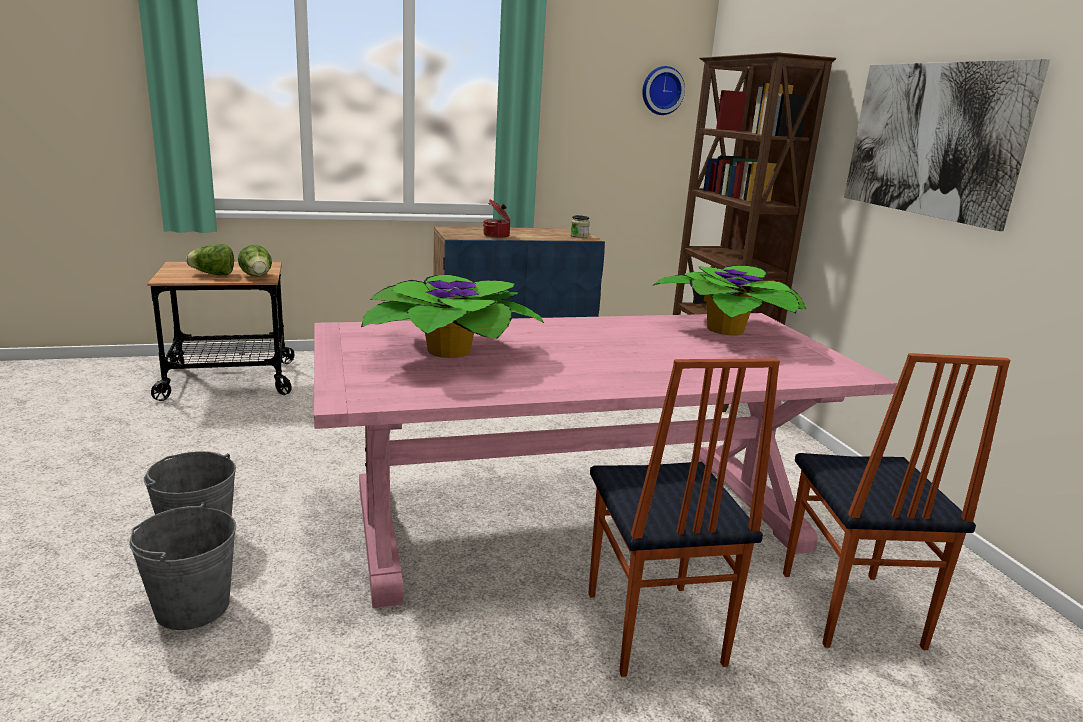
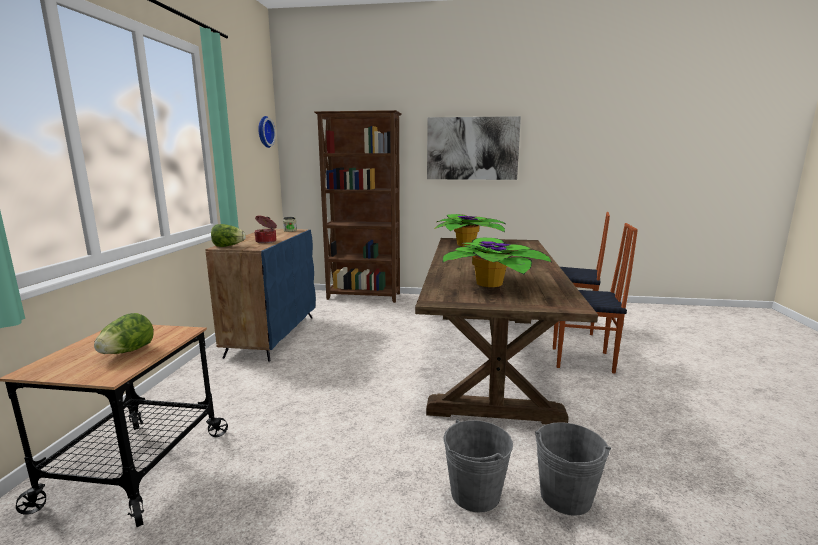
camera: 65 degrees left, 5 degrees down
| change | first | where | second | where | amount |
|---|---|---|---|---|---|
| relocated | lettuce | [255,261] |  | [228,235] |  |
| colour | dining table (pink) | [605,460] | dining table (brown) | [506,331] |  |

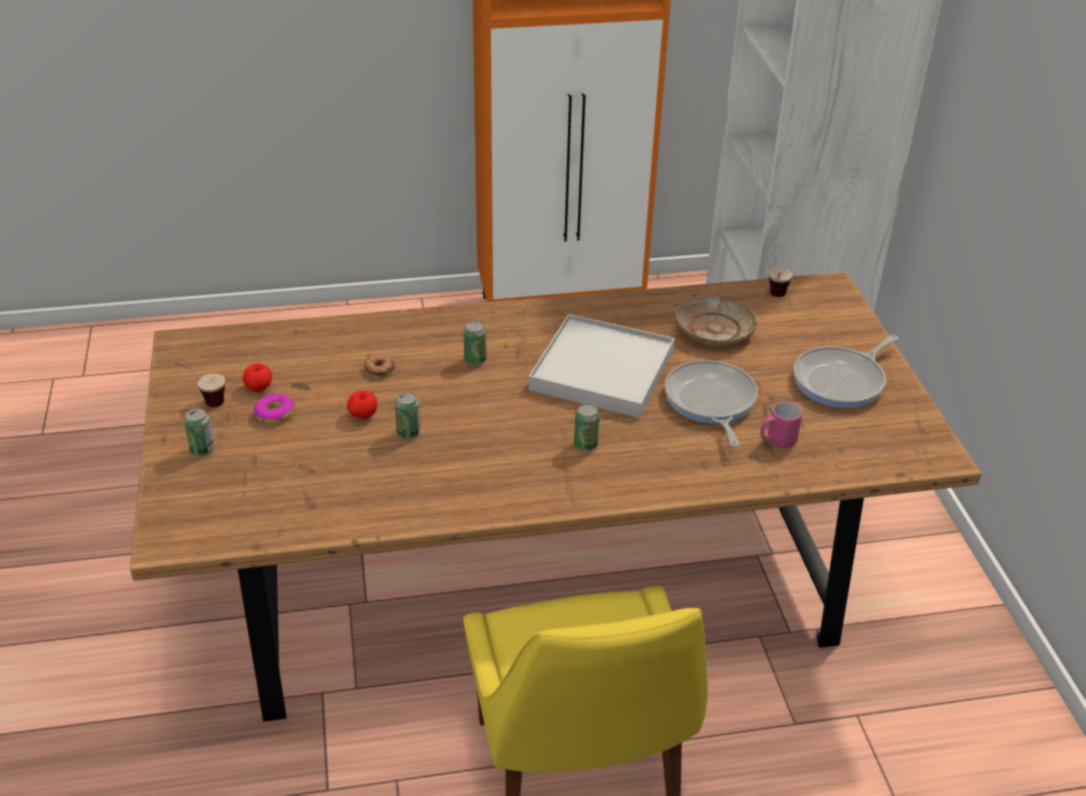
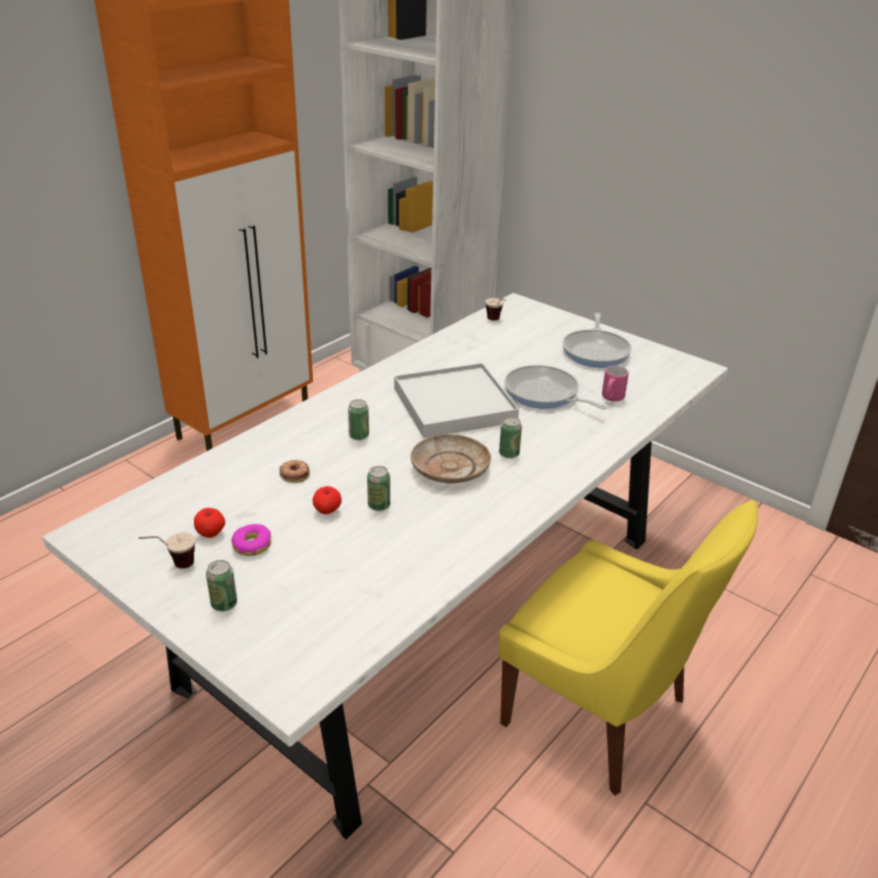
camera: 40 degrees left, 5 degrees down
| change | first | where | second | where | amount |
|---|---|---|---|---|---|
| colour | dining table (brown) | [555,497] | dining table (white) | [385,566] |  |
| relocated | plate (beige) | [716,320] |  | [451,458] |  |

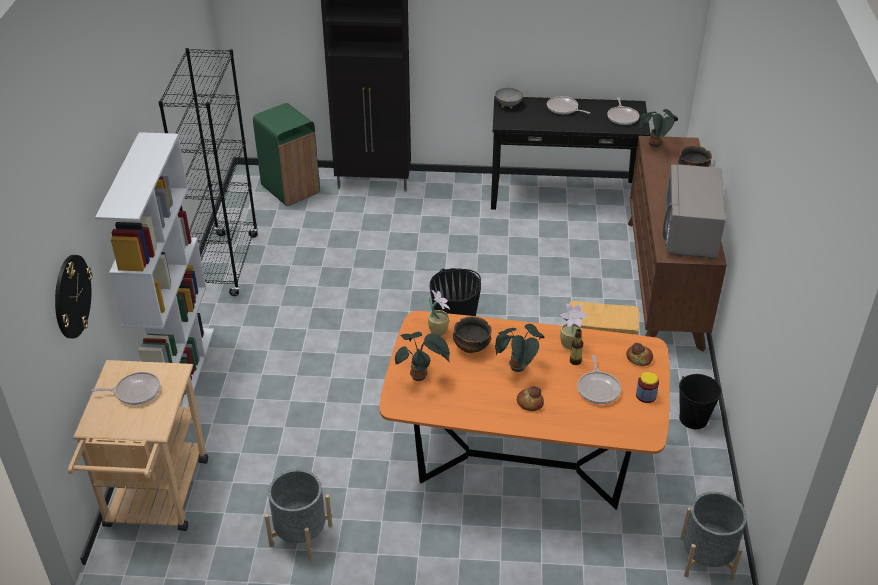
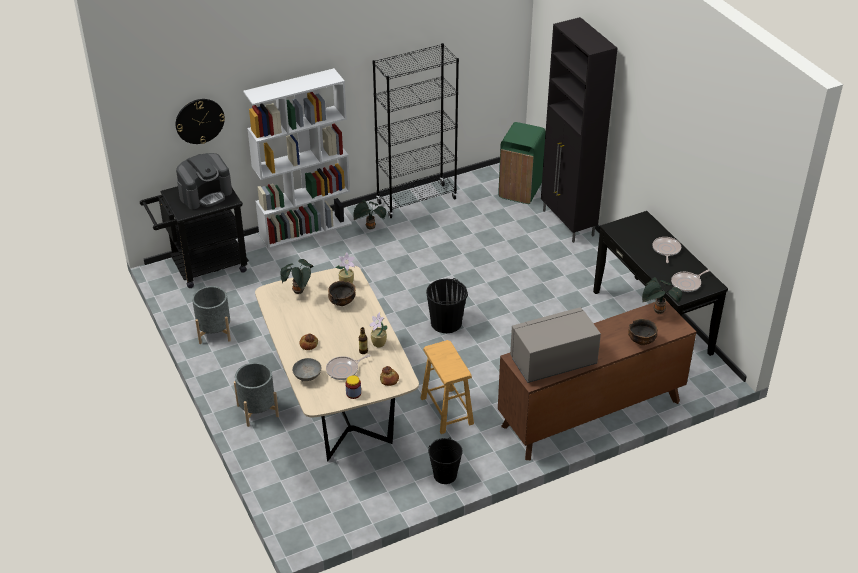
camera: 60 degrees right, 0 degrees up
| change | first | where | second | where | amount |
|---|---|---|---|---|---|
| colour | cart (beige) | [138,445] | cart (black) | [194,237] |  |
| exchanged | frying pan | [126,388] | coffee machine | [204,181] |  |
| relocated | planter (grey) | [713,536] |  | [256,395] |  |
| colour | dining table (orange) | [525,410] | dining table (beige) | [337,363] |  |
| relocated | bowl (grey) | [509,98] |  | [306,369] |  |
| relocated | potted plant | [519,348] |  | [369,214] |  |

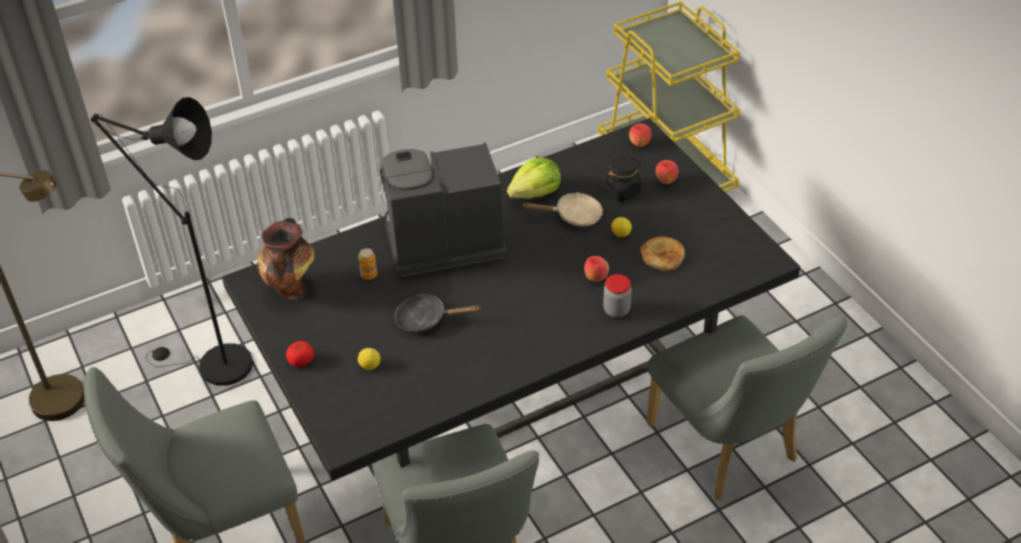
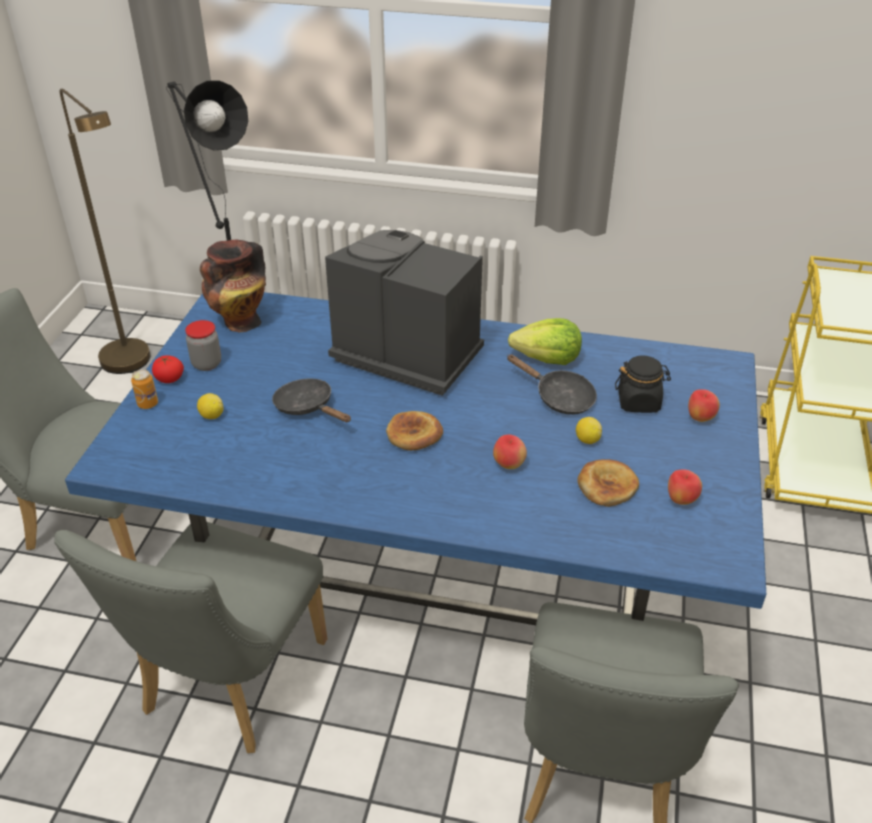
camera: 40 degrees right, 5 degrees down
| change | first | where | second | where | amount |
|---|---|---|---|---|---|
| colour | dining table (black) | [511,299] | dining table (blue) | [415,458] |  |
| relocated | can | [367,264] |  | [144,389] |  |
| relocated | jar | [617,296] |  | [203,345] |  |
| appeared |  |  | bread | [414,431] |  |
| colour | frying pan (beige) | [563,209] | frying pan (black) | [552,384] |  |
| relocated | apple | [640,135] |  | [685,487] |  |

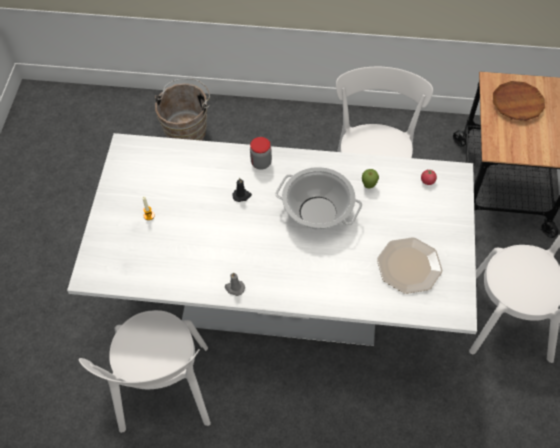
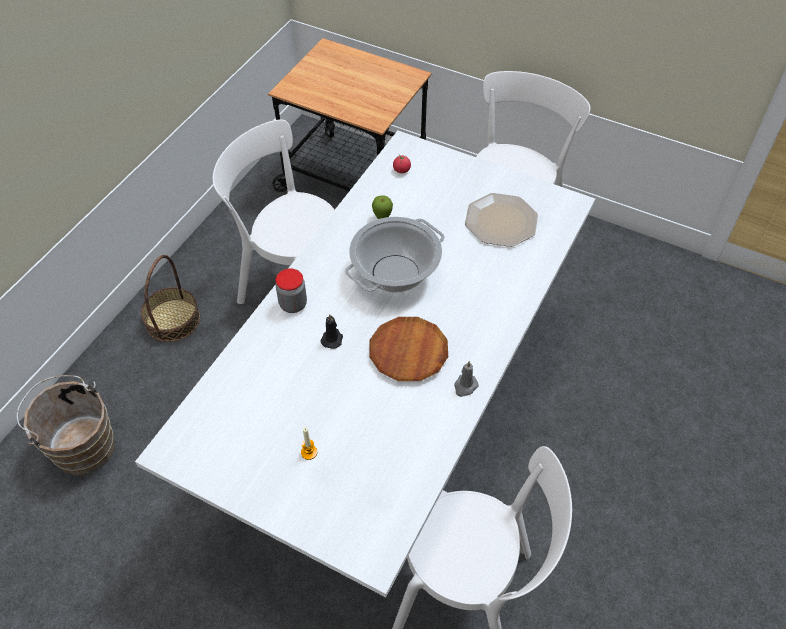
camera: 70 degrees left, 5 degrees down
| change | first | where | second | where | amount |
|---|---|---|---|---|---|
| appeared |  |  | basket | [170,298] |  |
| relocated | plate (brown) | [519,101] |  | [408,349] |  |

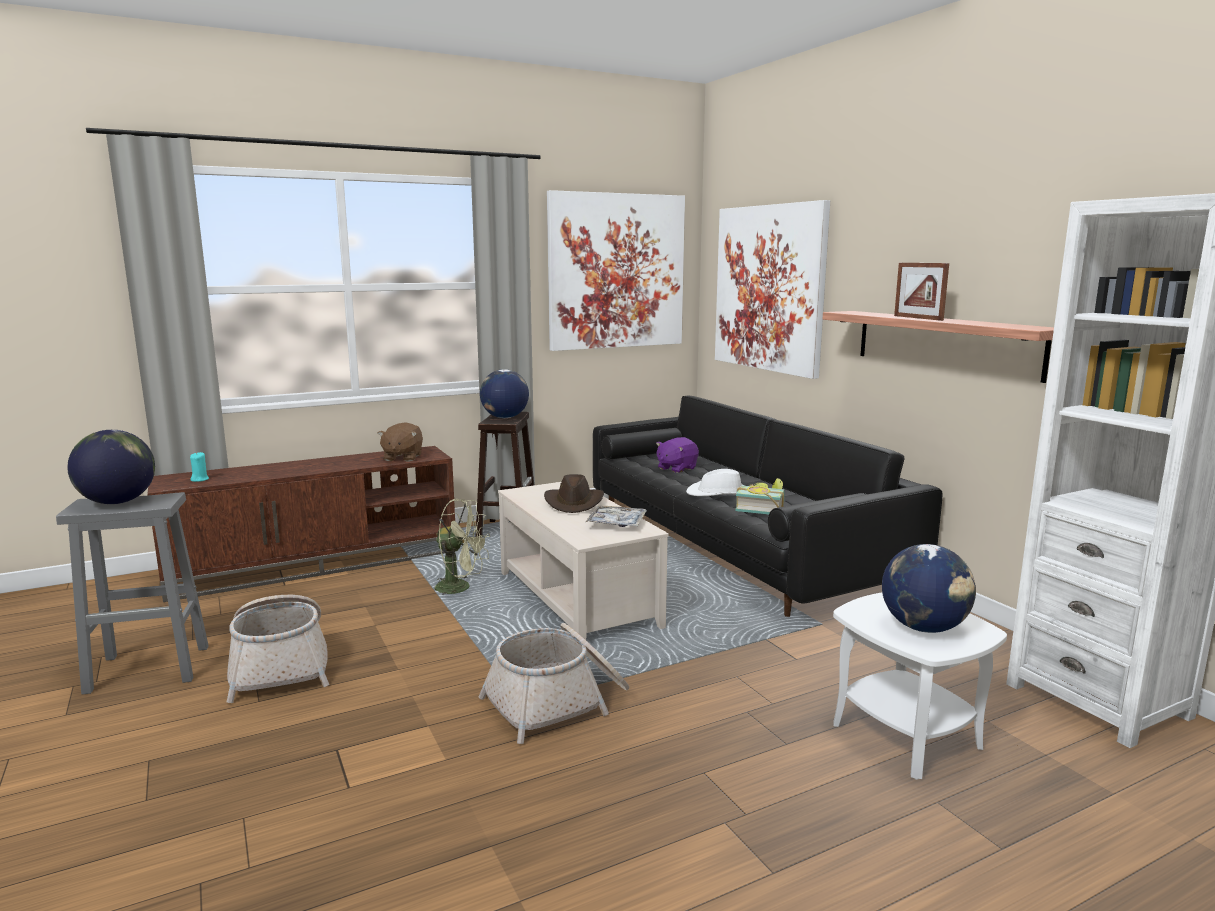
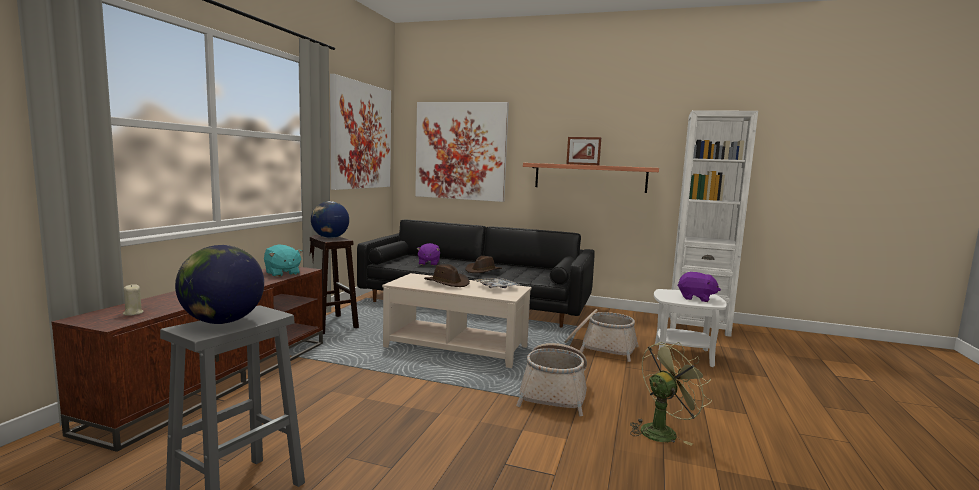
camera: 45 degrees left, 5 degrees down
| change | first | where | second | where | amount |
|---|---|---|---|---|---|
| colour | candle (turquoise) | [199,467] | candle (beige) | [133,300] |  |
| colour | plush toy (brown) | [400,441] | plush toy (turquoise) | [283,261] |  |
| colour | hat (white) | [715,482] | hat (brown) | [483,264] |  |
| relocated | basket | [278,649] |  | [602,335] |  |
| relocated | fan (green) | [462,547] |  | [671,394] |  |
| exchanged | globe | [929,588] | plush toy (purple) | [699,287] |  |
| missing | book | [760,496] |  |  |  |

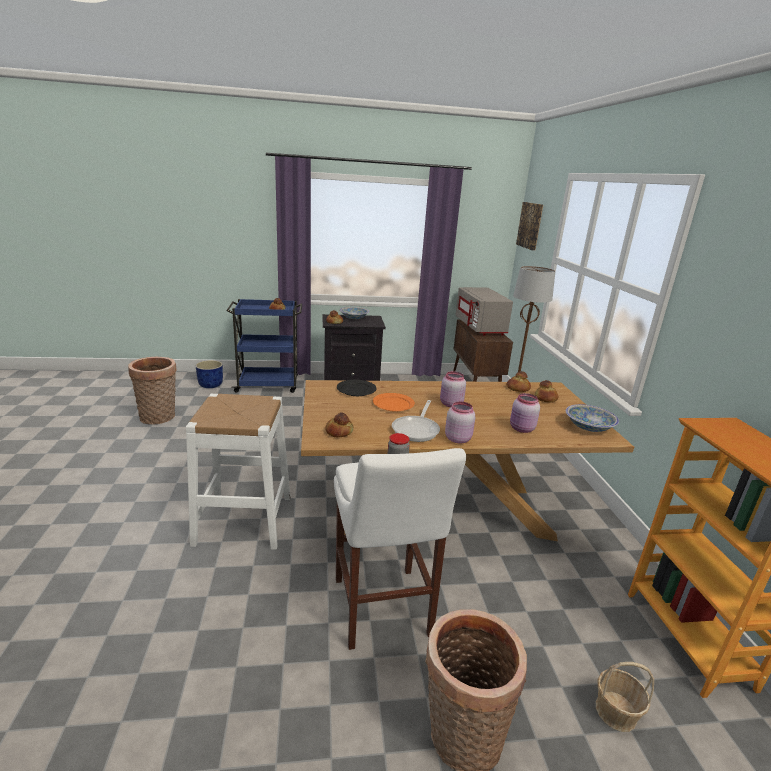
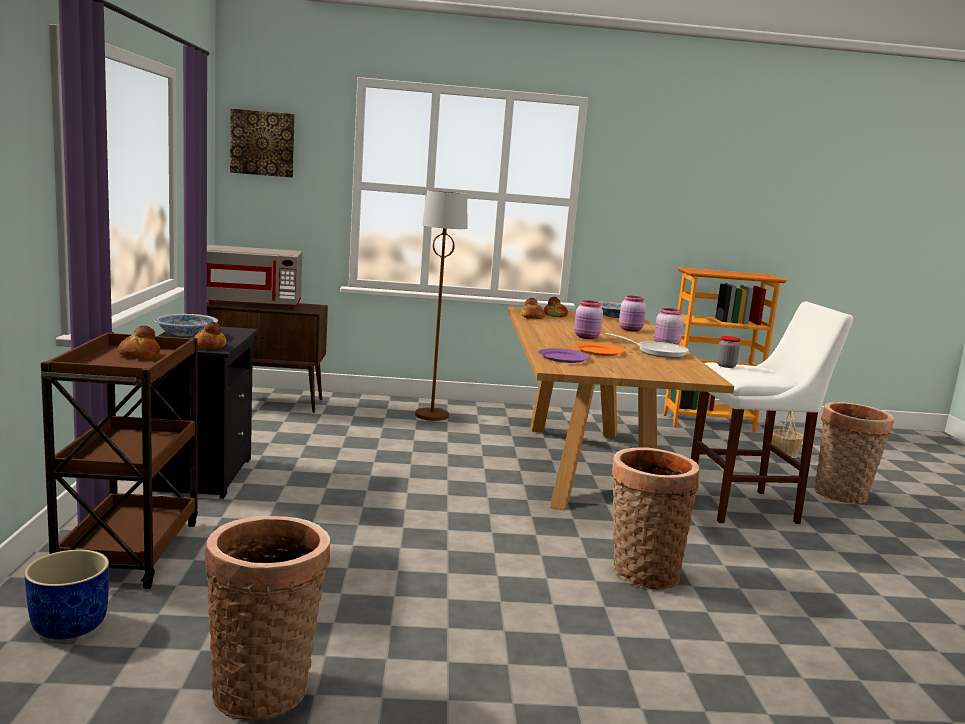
camera: 85 degrees left, 10 degrees down
| change | first | where | second | where | amount |
|---|---|---|---|---|---|
| colour | cart (blue) | [264,346] | cart (brown) | [119,460] |  |
| colour | plate (black) | [357,388] | plate (purple) | [564,355] |  |
| exchanged | stool (white) | [238,472] | basket | [656,518] |  |
| missing | bread | [339,425] |  |  |  |

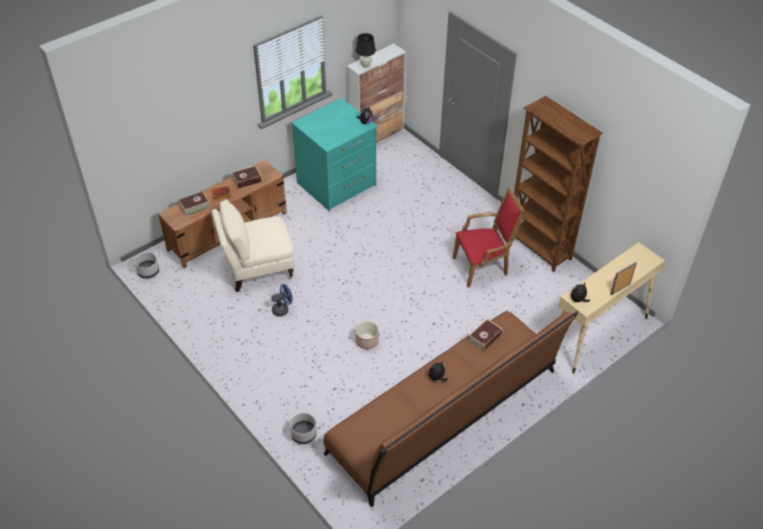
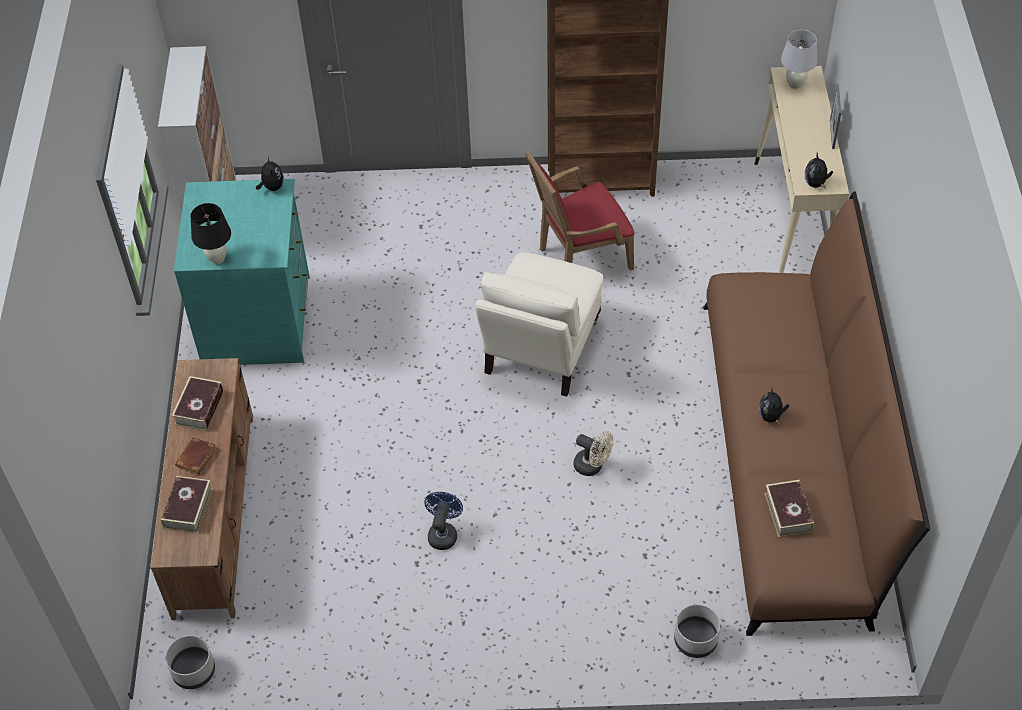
camera: 50 degrees left, 5 degrees up
| change | first | where | second | where | amount |
|---|---|---|---|---|---|
| relocated | table lamp (black) | [366,50] |  | [210,233] |  |
| relocated | armchair (beige) | [252,245] |  | [539,324] |  |
| spun | armchair (red) | [489,237] |  | [580,210] | 135 degrees counterclockwise |
| exchanged | planter | [367,335] | fan (beige) | [593,453] |  |
| relocated | book | [485,335] |  | [789,508] |  |
| appeared |  |  | table lamp (white) | [799,59] |  |

